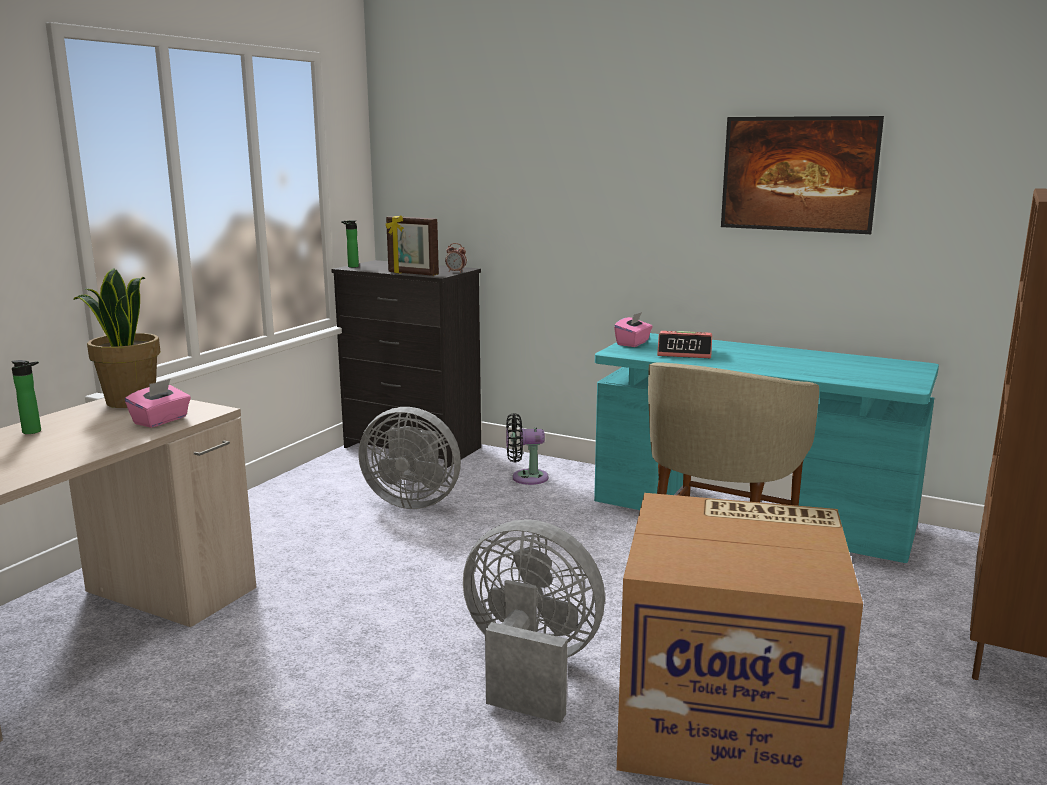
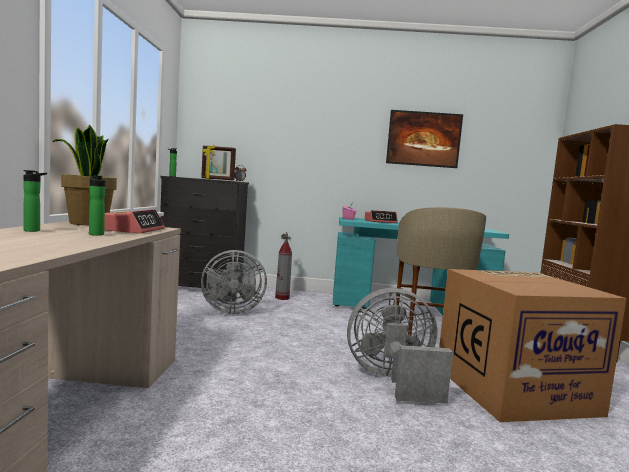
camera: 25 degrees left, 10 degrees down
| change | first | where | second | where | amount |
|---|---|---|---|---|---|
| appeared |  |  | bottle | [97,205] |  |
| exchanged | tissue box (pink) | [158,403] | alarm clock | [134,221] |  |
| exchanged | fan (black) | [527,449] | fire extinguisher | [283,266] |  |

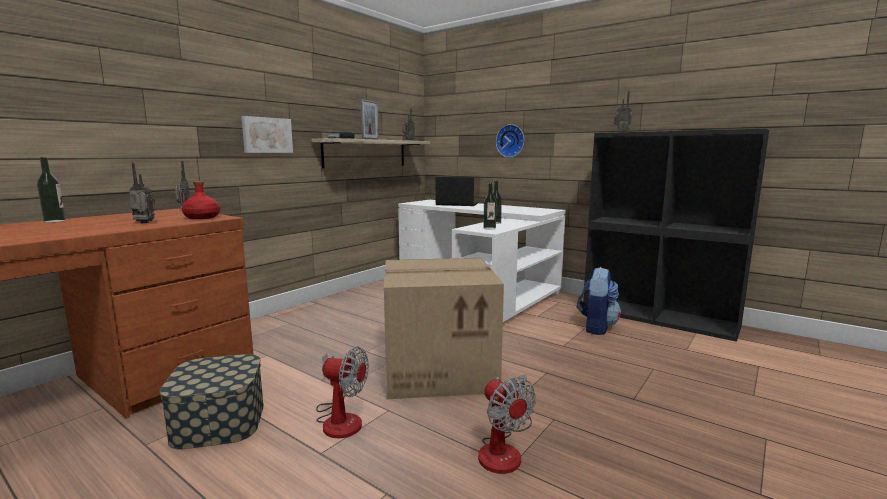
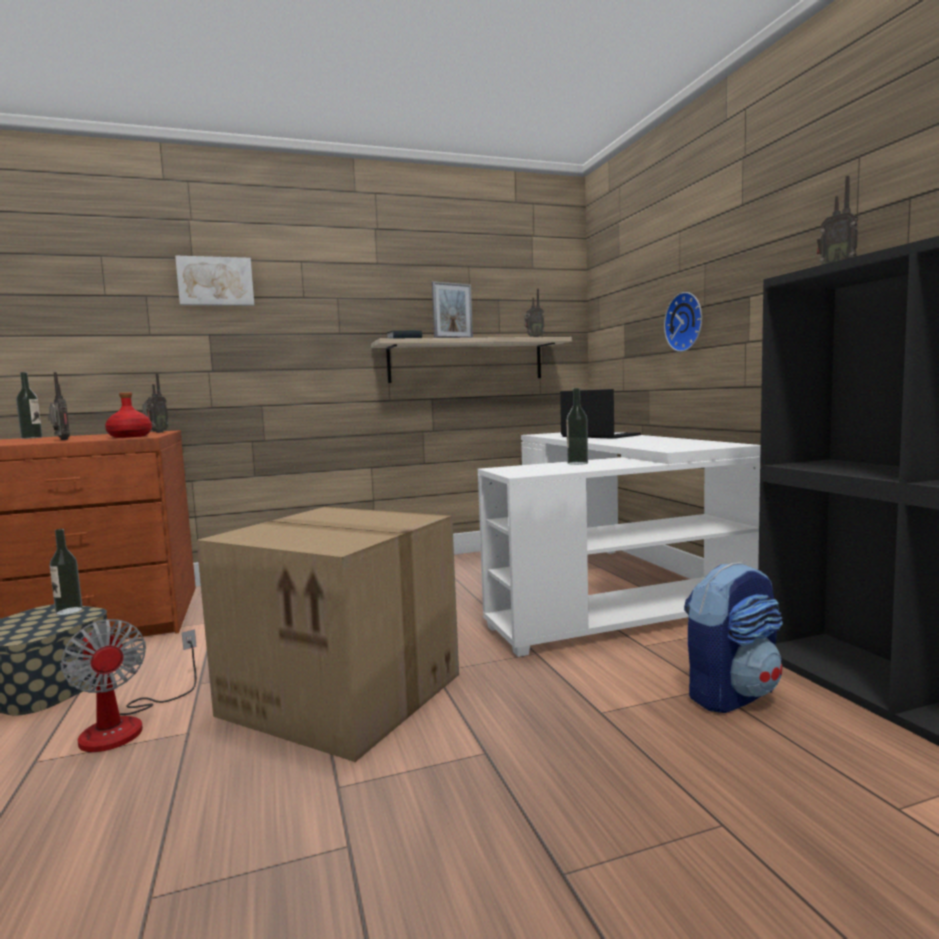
camera: 35 degrees right, 5 degrees down
| change | first | where | second | where | amount |
|---|---|---|---|---|---|
| relocated | bottle | [489,206] |  | [66,572] |  |
| relocated | picture | [267,134] |  | [214,281] |  |
| missing | fan | [507,424] |  |  |  |

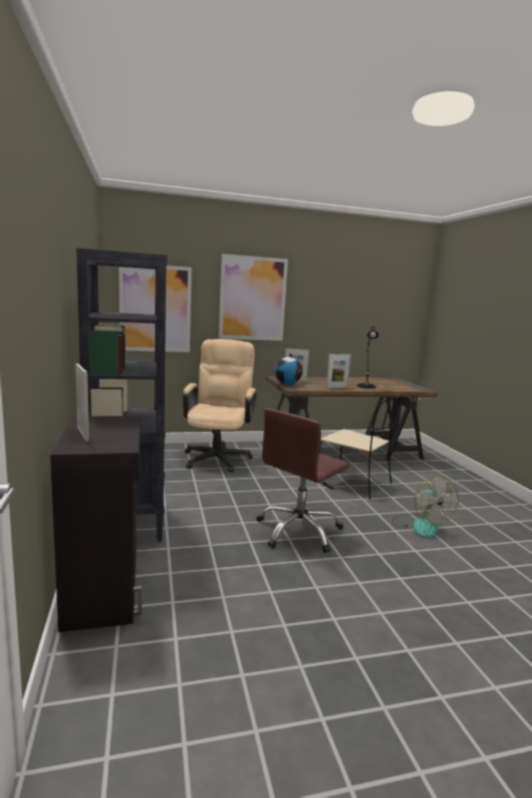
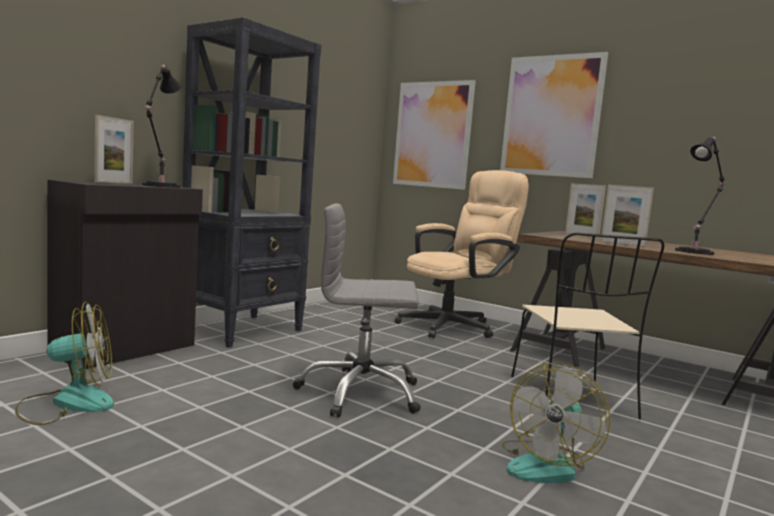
camera: 50 degrees right, 5 degrees down
| change | first | where | second | where | amount |
|---|---|---|---|---|---|
| appeared |  |  | fan | [64,363] |  |
| appeared |  |  | table lamp (black) | [161,126] |  |
| colour | office chair (brown) | [302,480] | office chair (grey) | [357,311] |  |
| missing | globe | [288,369] |  |  |  |

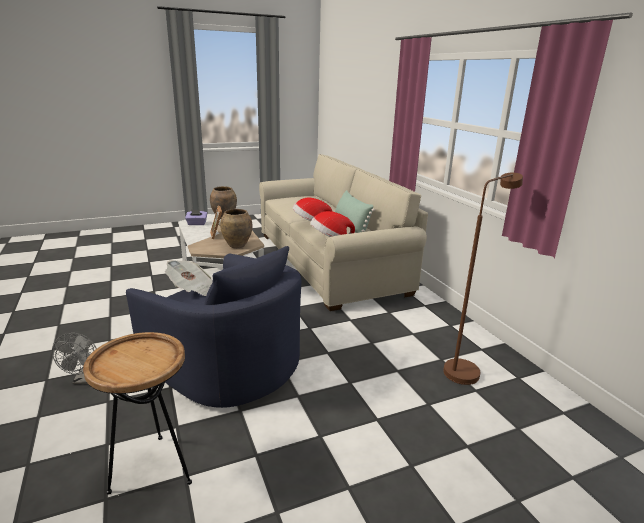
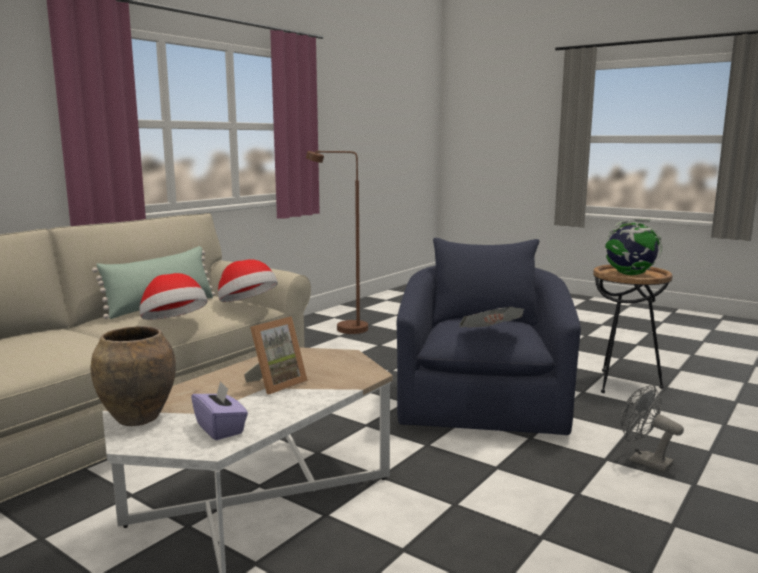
camera: 120 degrees left, 10 degrees down
| change | first | where | second | where | amount |
|---|---|---|---|---|---|
| appeared |  |  | globe | [634,247] |  |
| spun | fan (grey) | [74,358] |  | [652,428] | 105 degrees counterclockwise |
| missing | vase (brown) | [236,228] |  |  |  |

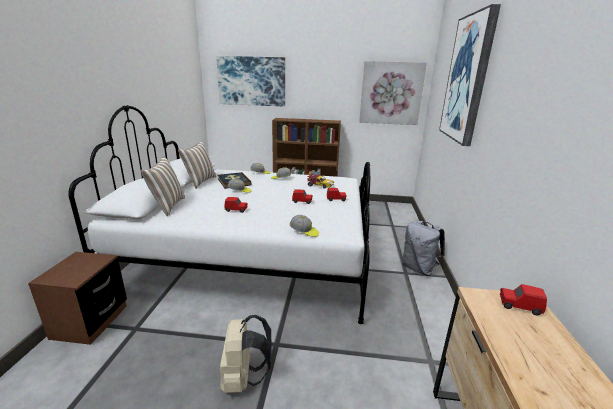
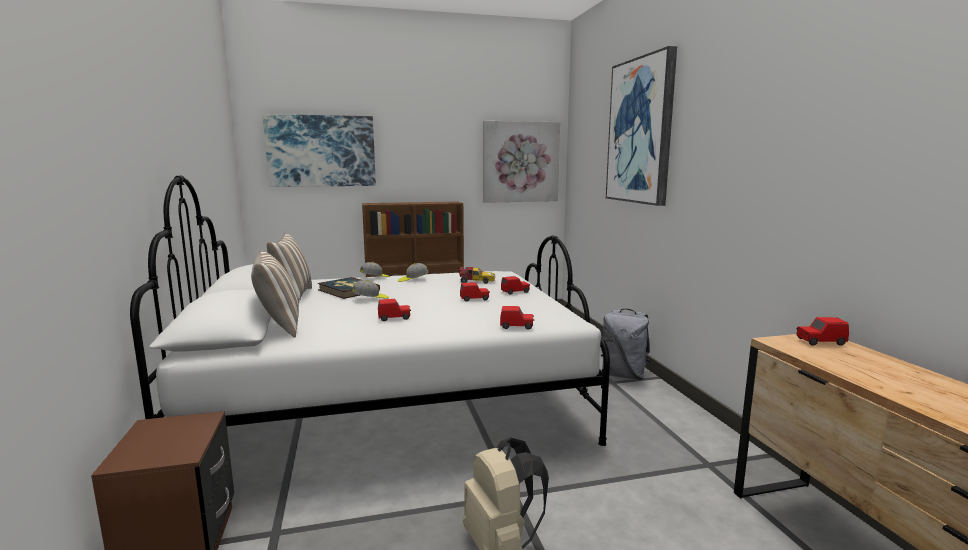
camera: 20 degrees left, 10 degrees down
| change | first | where | second | where | amount |
|---|---|---|---|---|---|
| exchanged | cap | [304,226] | toy car (red) | [517,318] |  |

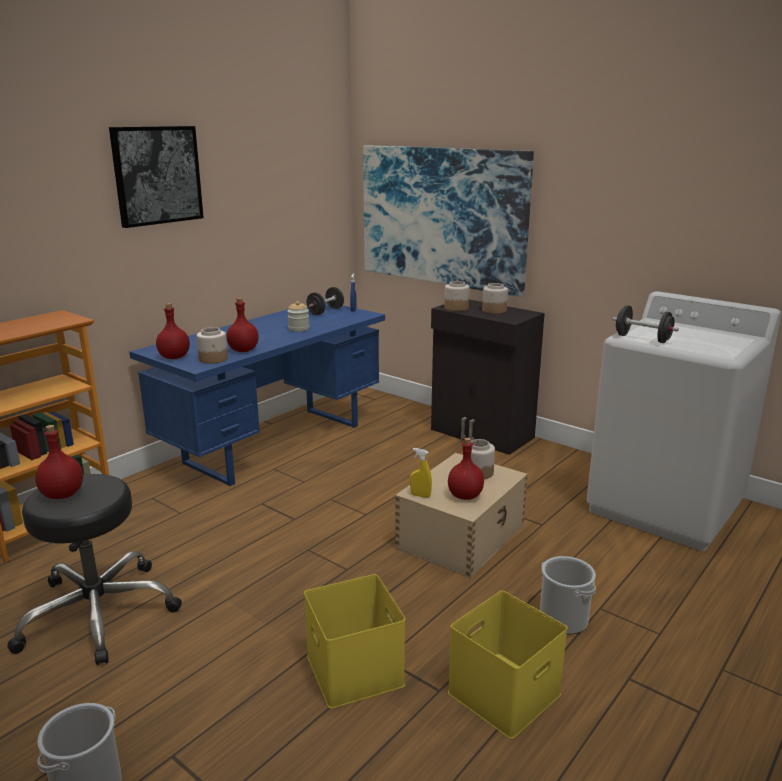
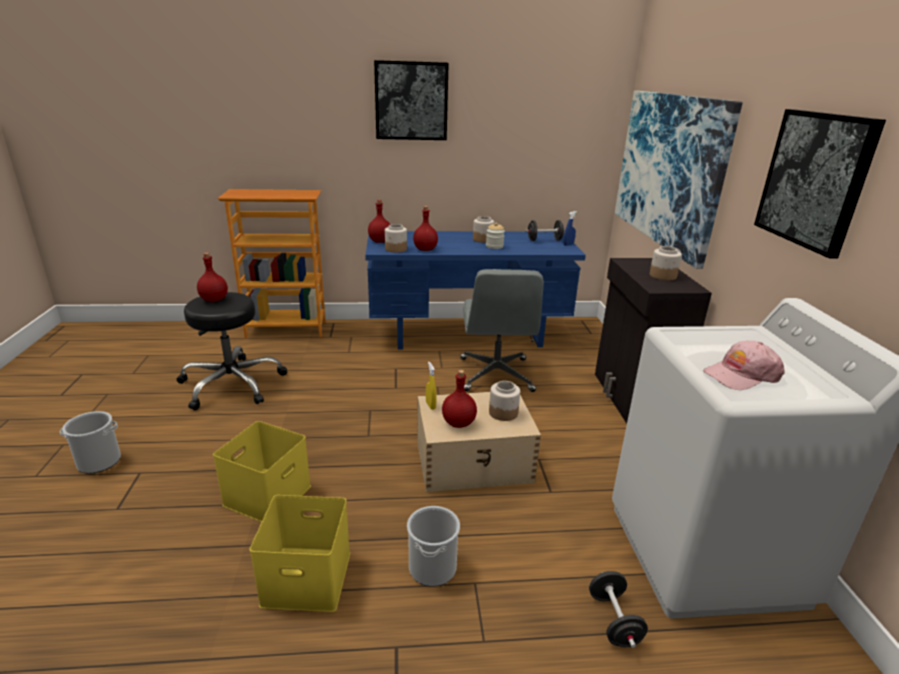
camera: 45 degrees right, 5 degrees up
| change | first | where | second | where | amount |
|---|---|---|---|---|---|
| appeared |  |  | office chair (grey) | [502,330] |  |
| relocated | jar | [456,296] |  | [483,229] |  |
| relocated | dumbbell (black) | [645,324] |  | [618,609] |  |
| appeared |  |  | cap (pink) | [744,365] |  |
| appeared |  |  | picture | [820,183] |  |

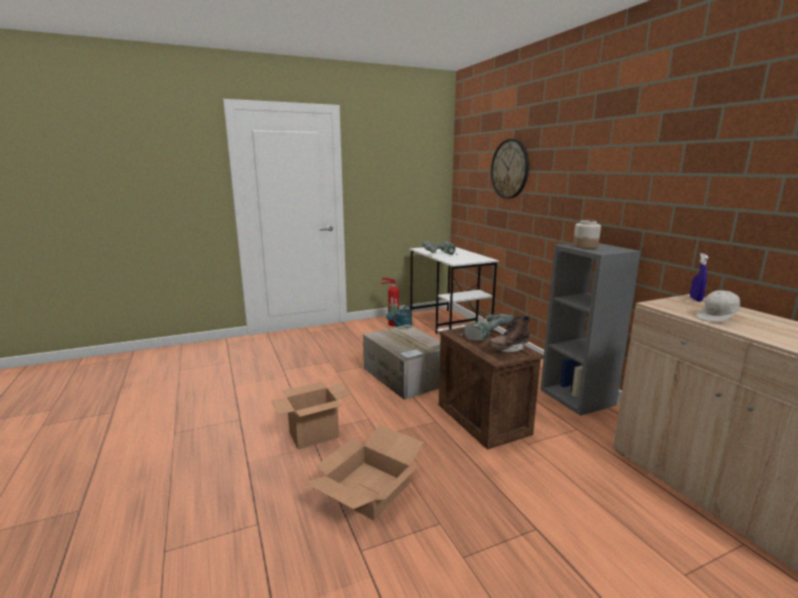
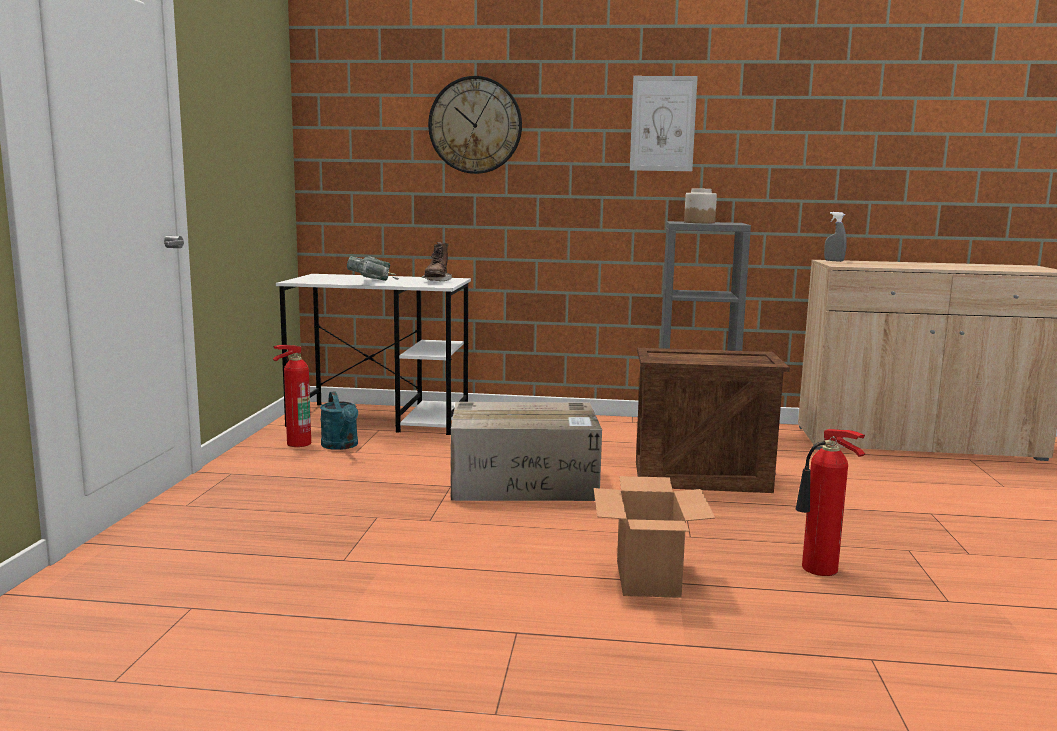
camera: 60 degrees left, 5 degrees down
| change | first | where | second | where | amount |
|---|---|---|---|---|---|
| relocated | boot (brown) | [509,333] |  | [437,262] |  |
| appeared |  |  | picture | [664,123] |  |
| exchanged | cardboard box | [364,472] | fire extinguisher | [830,502] |  |
| colour | spray bottle (blue) | [699,277] | spray bottle (grey) | [835,237] |  |
| missing | power drill | [486,327] |  |  |  |
| missing | cap (white) | [718,306] |  |  |  |

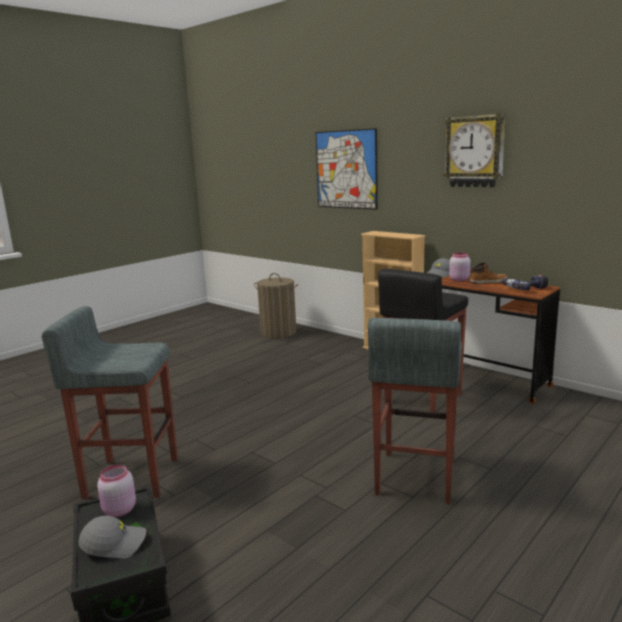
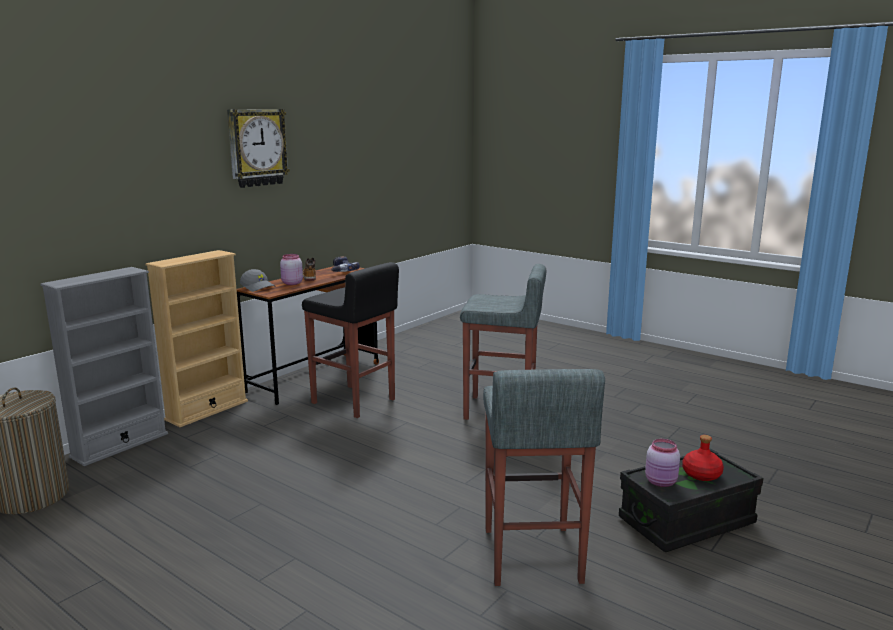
camera: 95 degrees left, 0 degrees up
| change | first | where | second | where | amount |
|---|---|---|---|---|---|
| appeared |  |  | bookcase (grey) | [104,366] |  |
| exchanged | cap (grey) | [112,537] | bottle (red) | [703,458] |  |
| missing | picture | [347,169] |  |  |  |

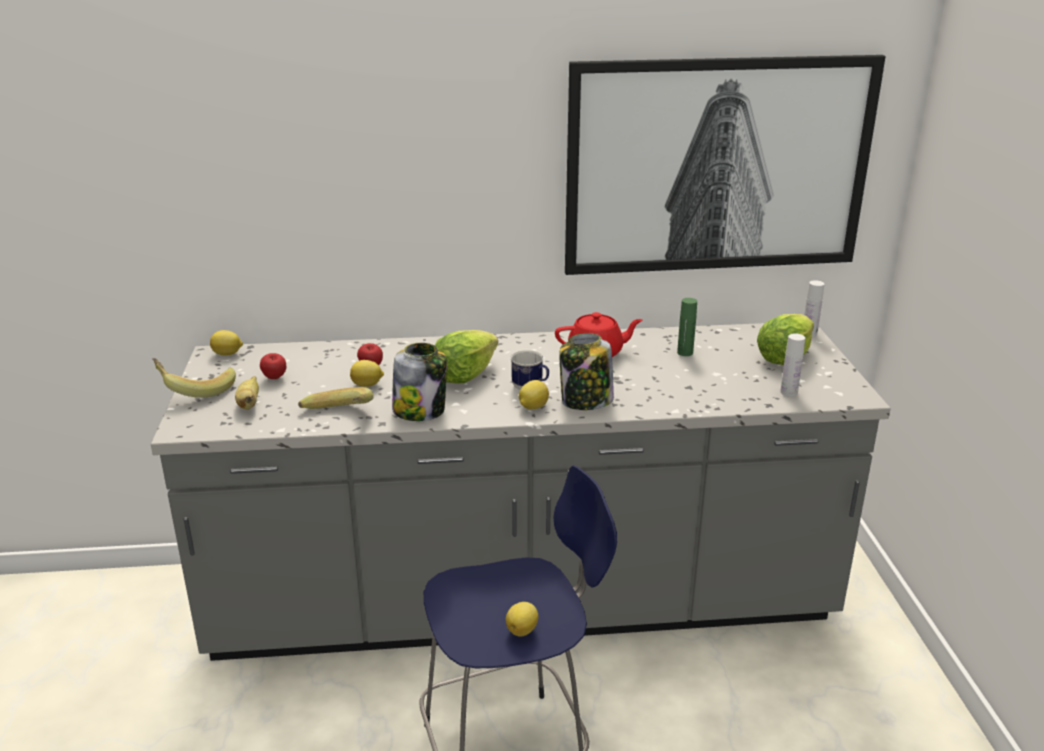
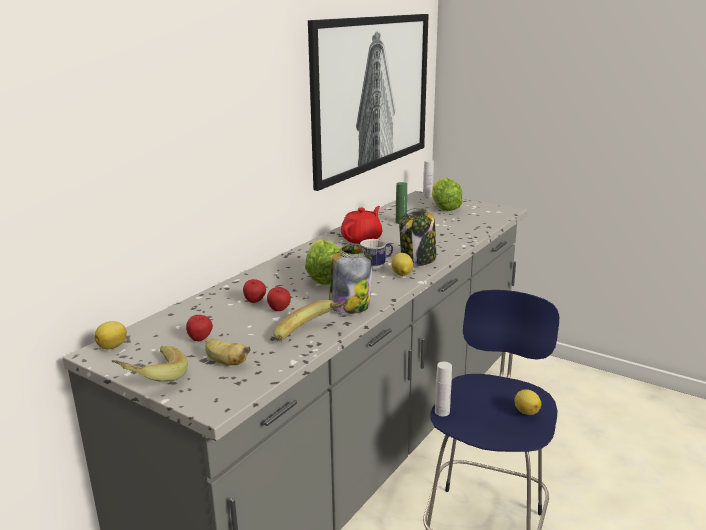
camera: 50 degrees left, 5 degrees down
| change | first | where | second | where | amount |
|---|---|---|---|---|---|
| exchanged | lemon | [367,373] | apple | [279,299] |  |
| relocated | bottle (white) | [792,365] |  | [443,389] |  |

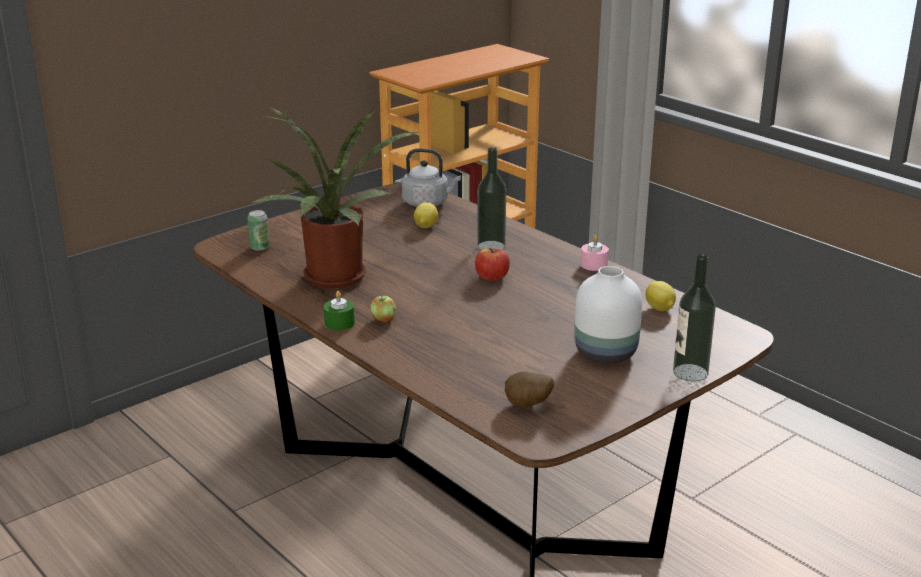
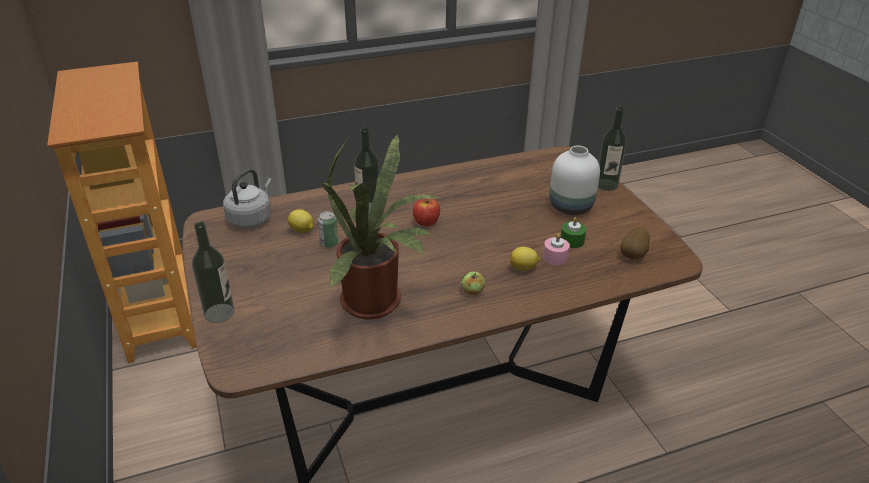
camera: 70 degrees left, 10 degrees up
| change | first | where | second | where | amount |
|---|---|---|---|---|---|
| appeared |  |  | bottle | [213,272] |  |
| relocated | can | [258,230] |  | [328,229] |  |
| relocated | lemon | [660,296] |  | [525,259] |  |
| relocated | candle (pink) | [594,253] |  | [556,249] |  |
| relocated | candle (green) | [339,311] |  | [573,232] |  |

